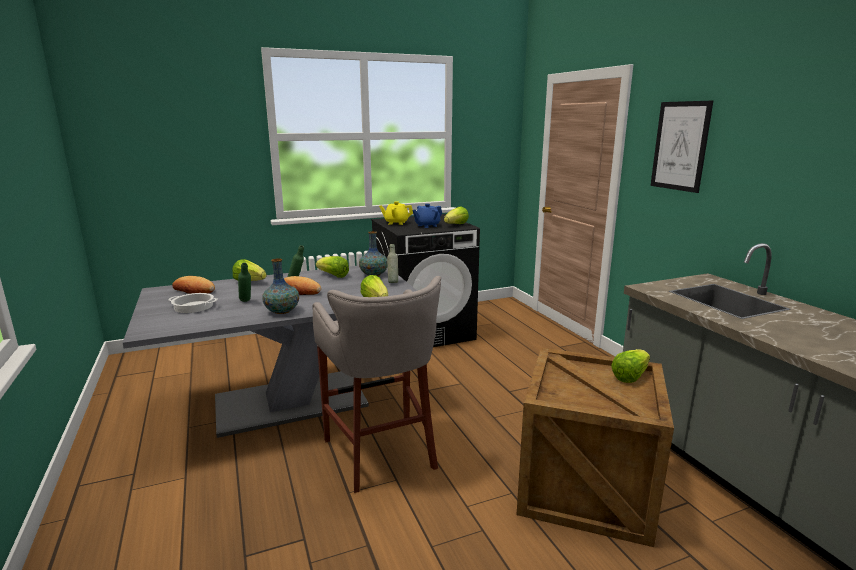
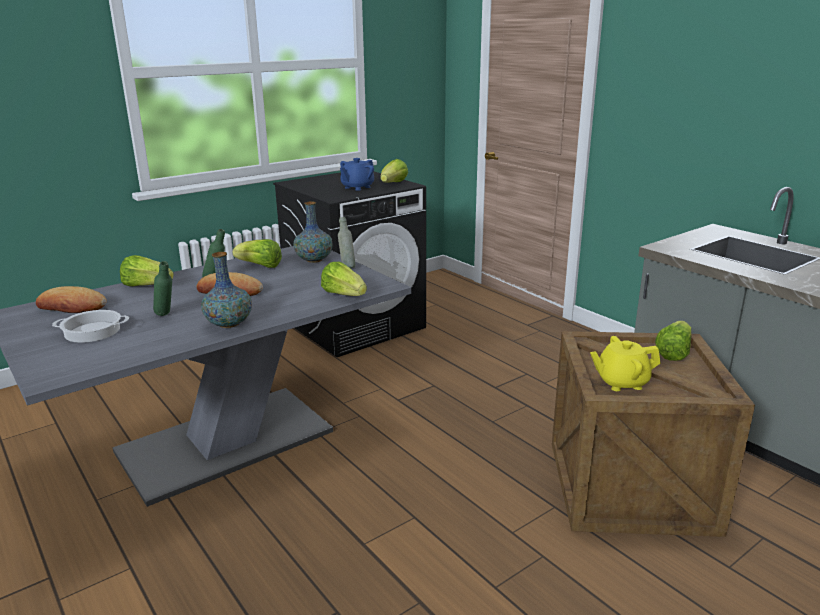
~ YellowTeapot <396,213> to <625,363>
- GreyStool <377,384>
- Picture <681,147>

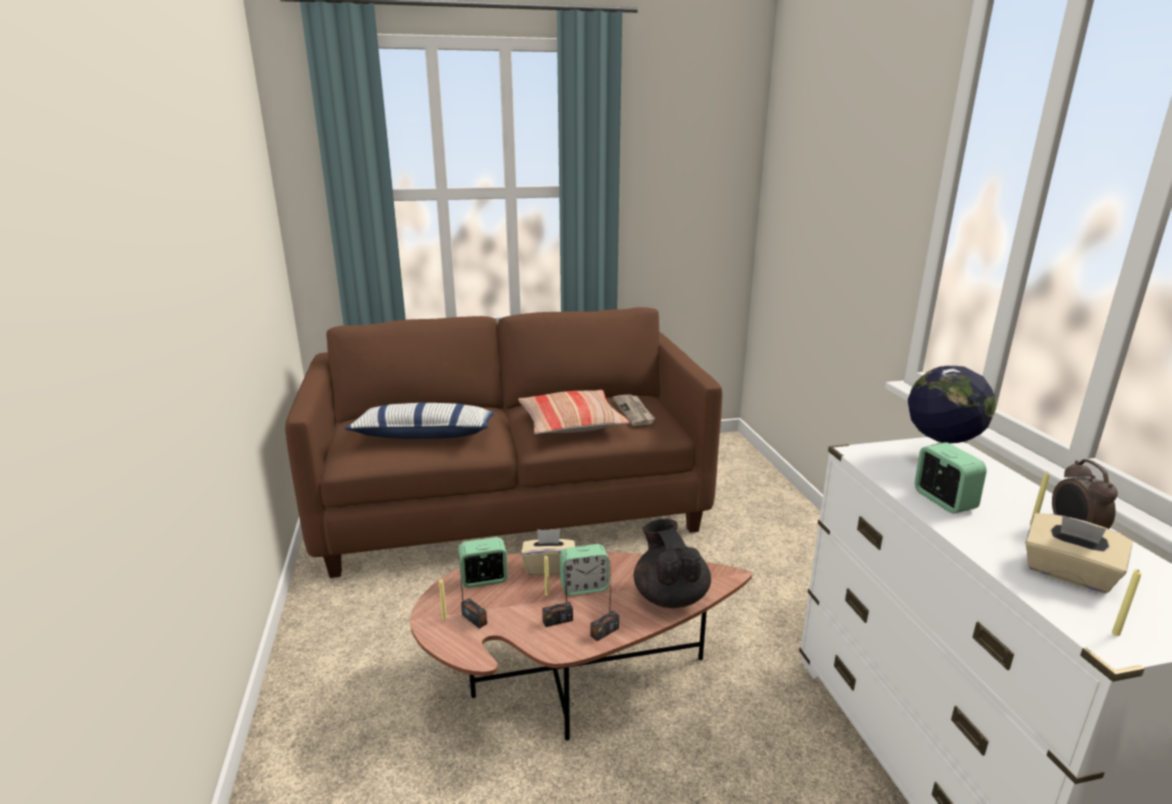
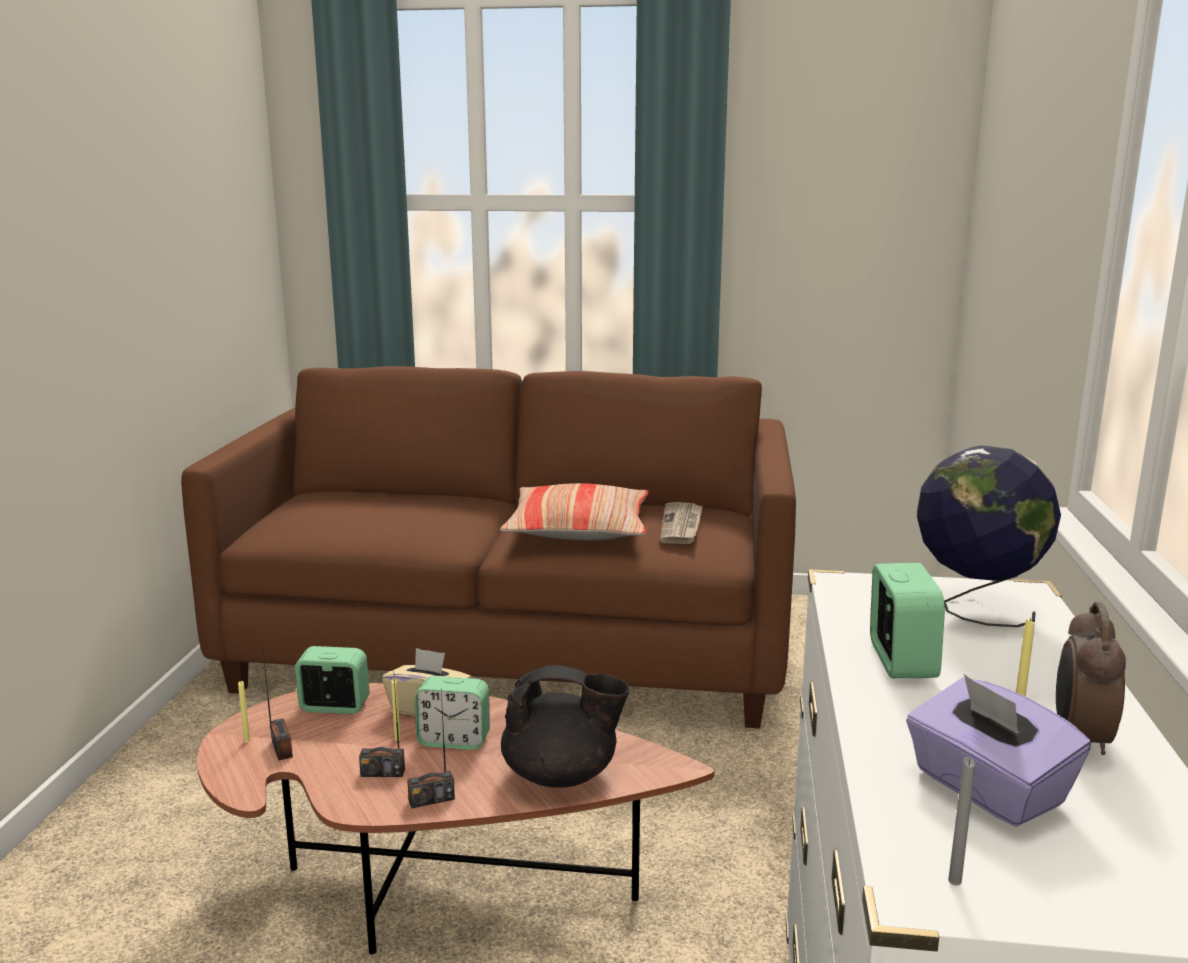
~ BlackTeapot <672,563> = <565,726> 90 degrees clockwise
~ BeigeTissueBox <1079,553> to PurpleTissueBox <998,750>
~ YellowCandle <1126,602> to GreyCandle <961,821>
- Pillow <419,421>

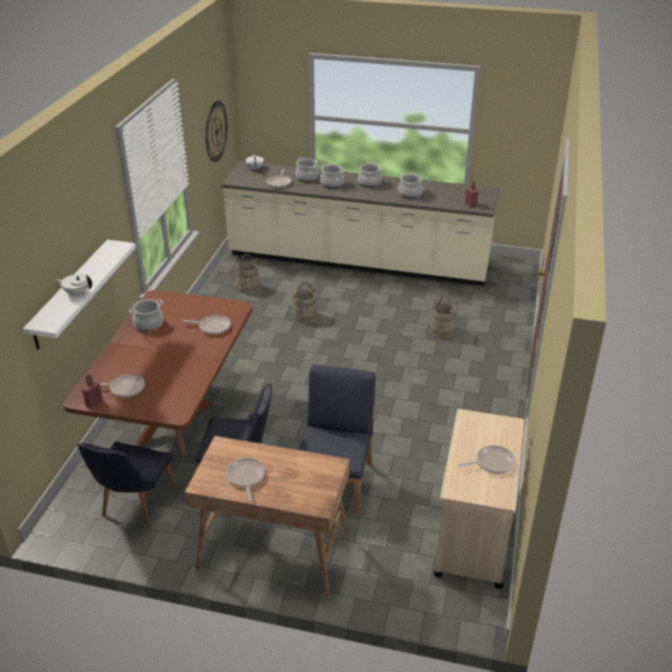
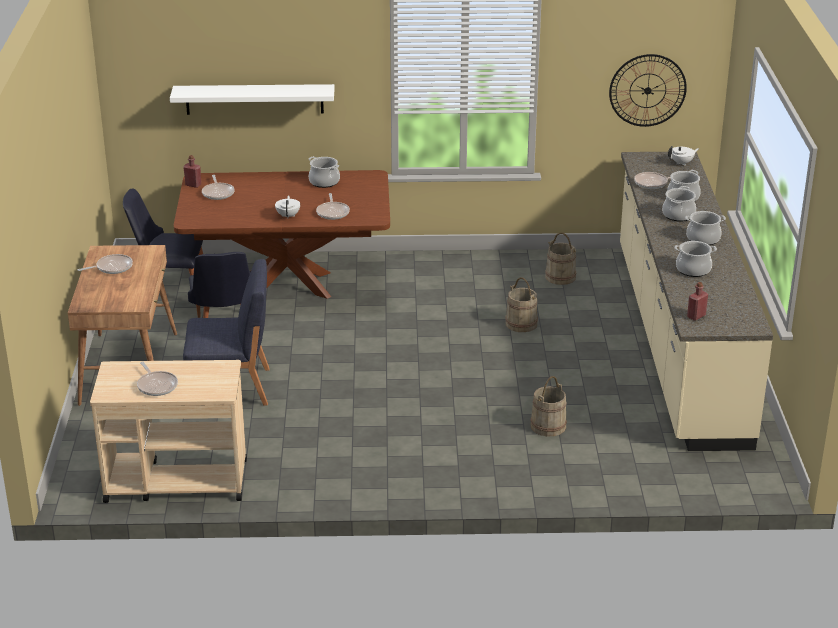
~ WhiteTeapot <74,285> to <287,206>

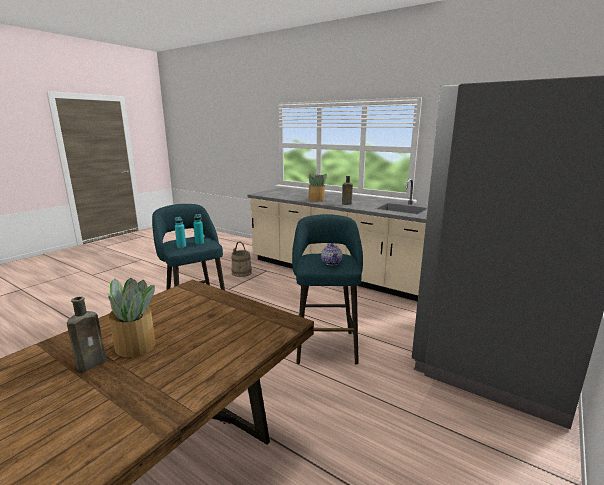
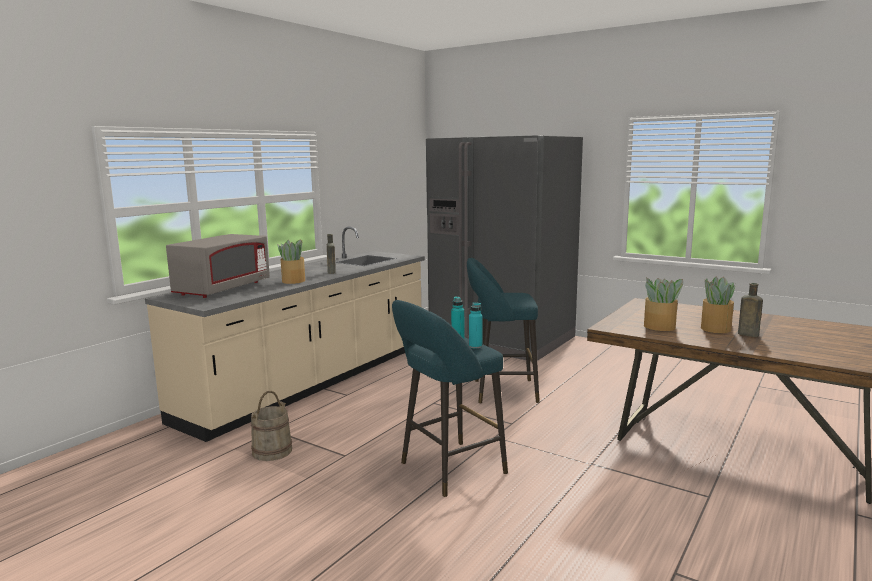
+ GreyMicrowave <218,266>
+ PottedPlant <664,304>
- Teapot <332,254>

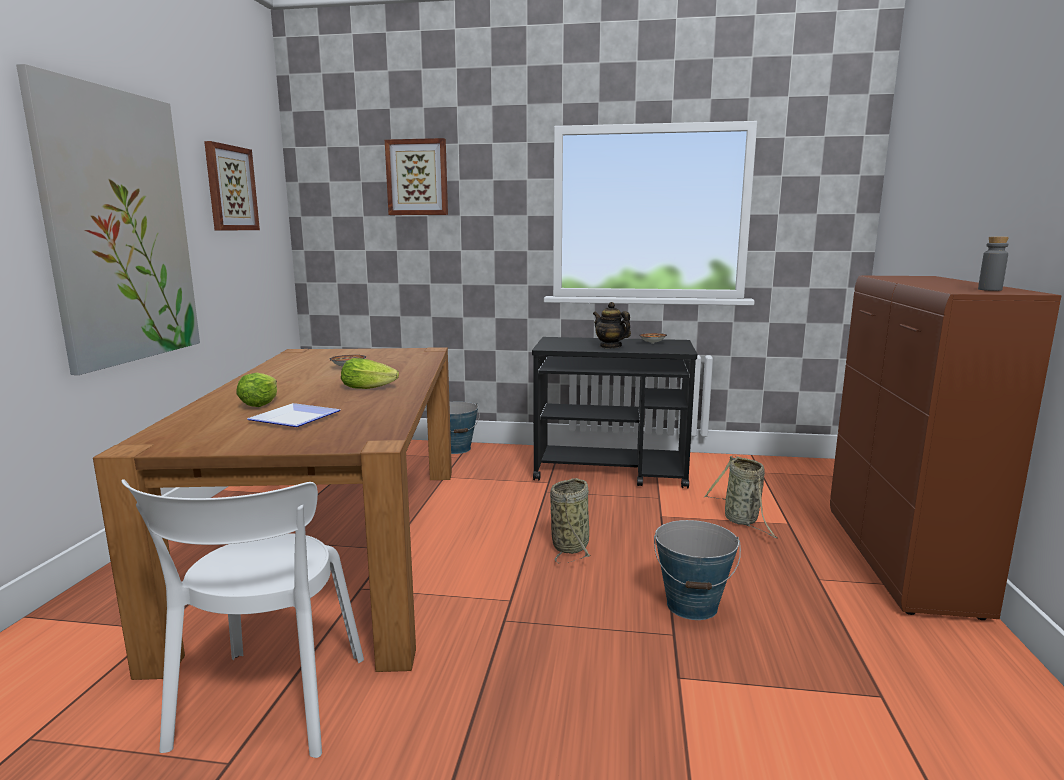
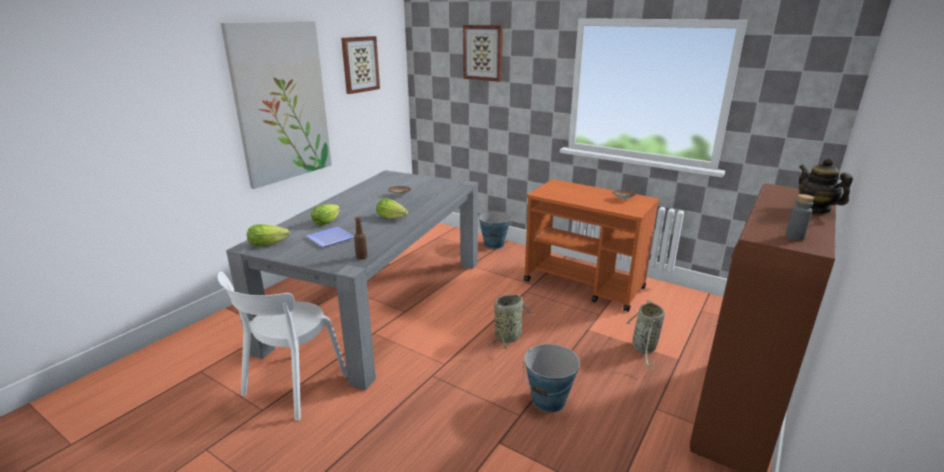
~ BrownDiningTable <272,513> to GreyDiningTable <352,280>
+ Lettuce <268,235>
+ BrownBottle <361,238>
~ BlackCart <614,413> to OrangeCart <591,245>
~ Teapot <612,325> to <826,186>

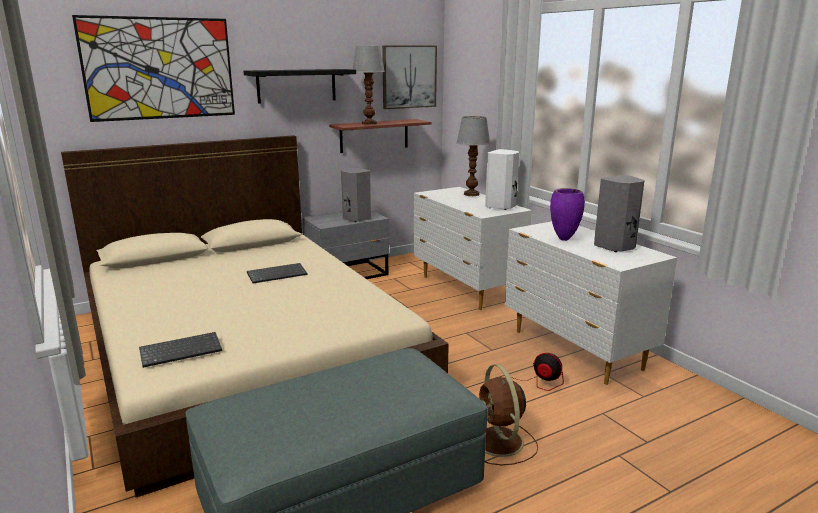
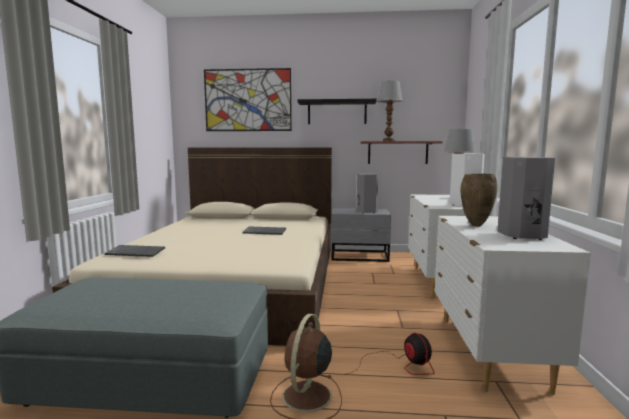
~ PurpleVase <567,214> to BrownVase <479,200>
- Picture <409,77>

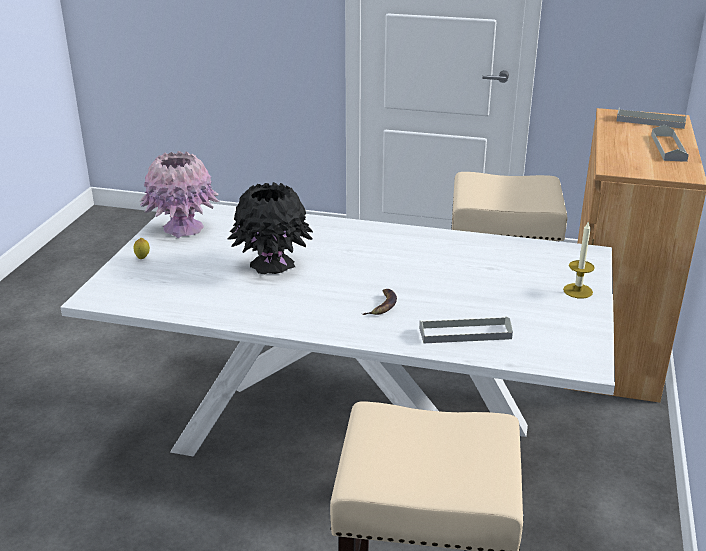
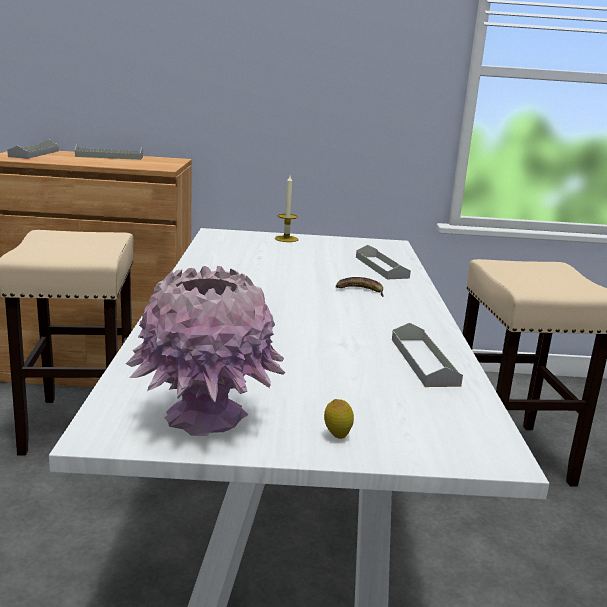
+ GreyTray <427,355>
- BlackVase <270,228>

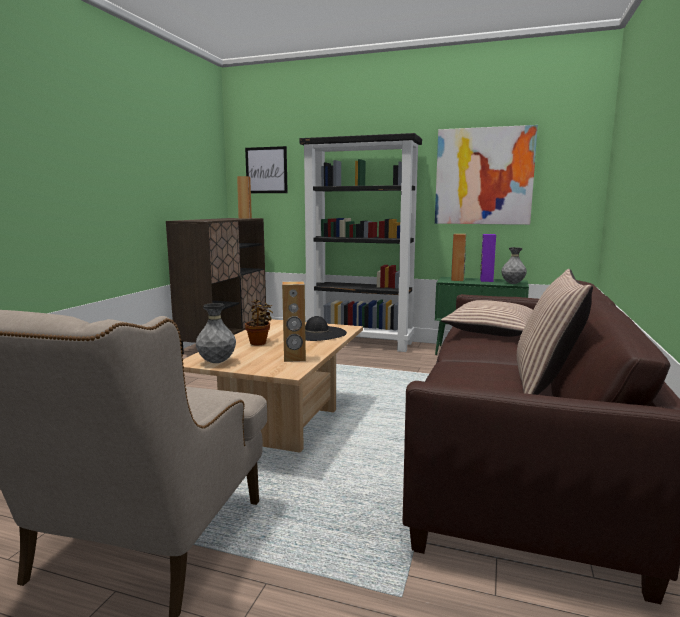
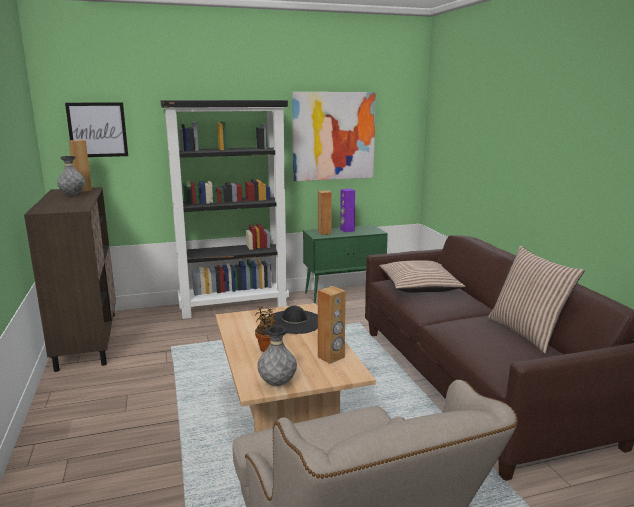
~ GreyVase <514,265> to <71,176>

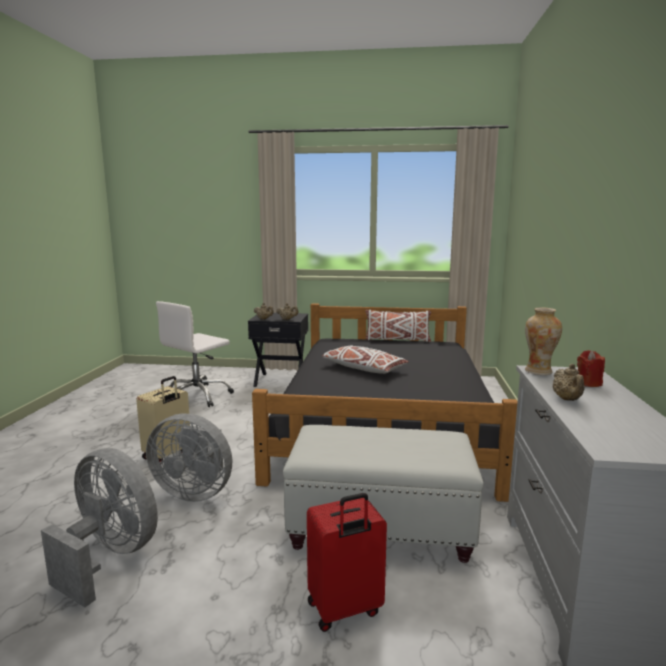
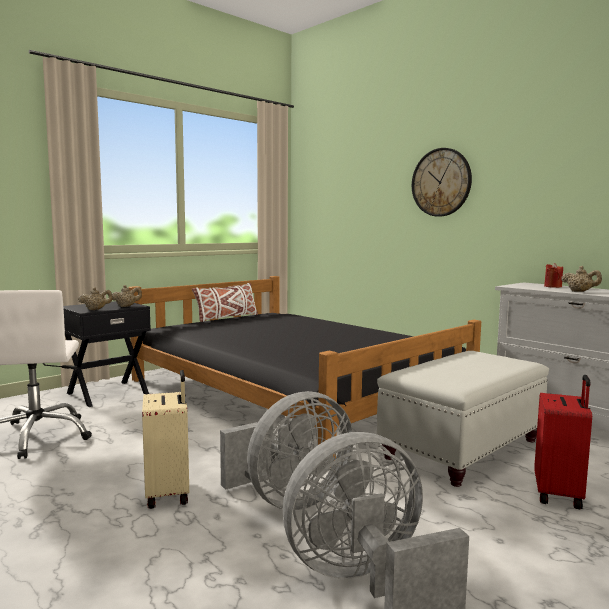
+ WallClock <442,182>
- WhitePillow <365,360>
- Vase <543,341>

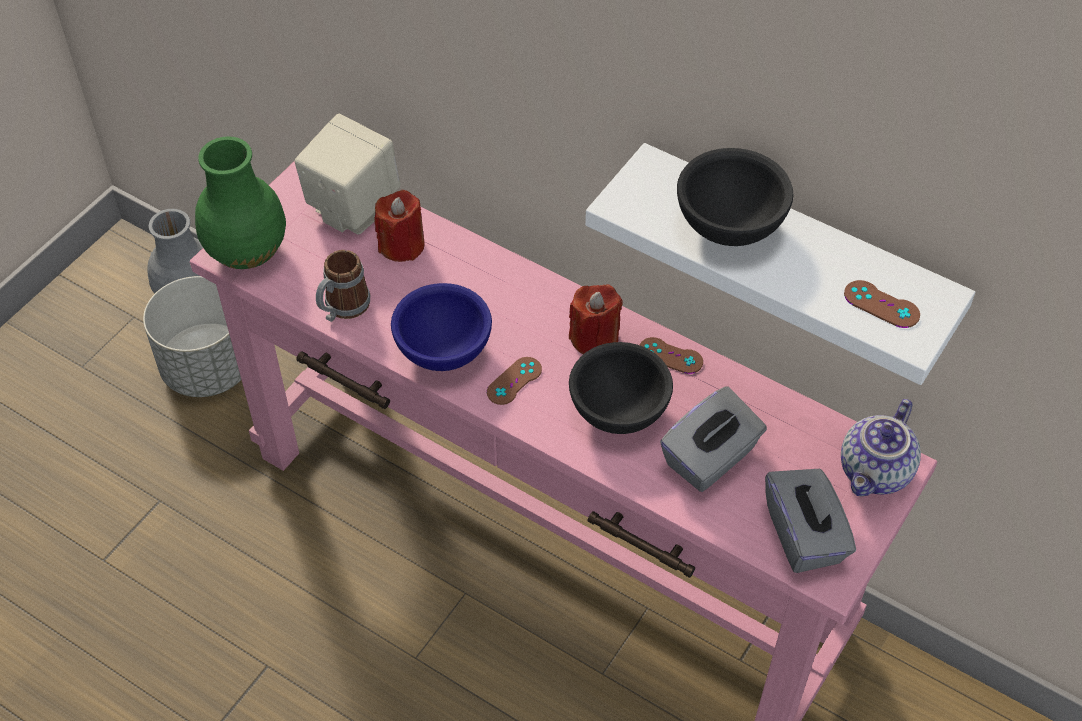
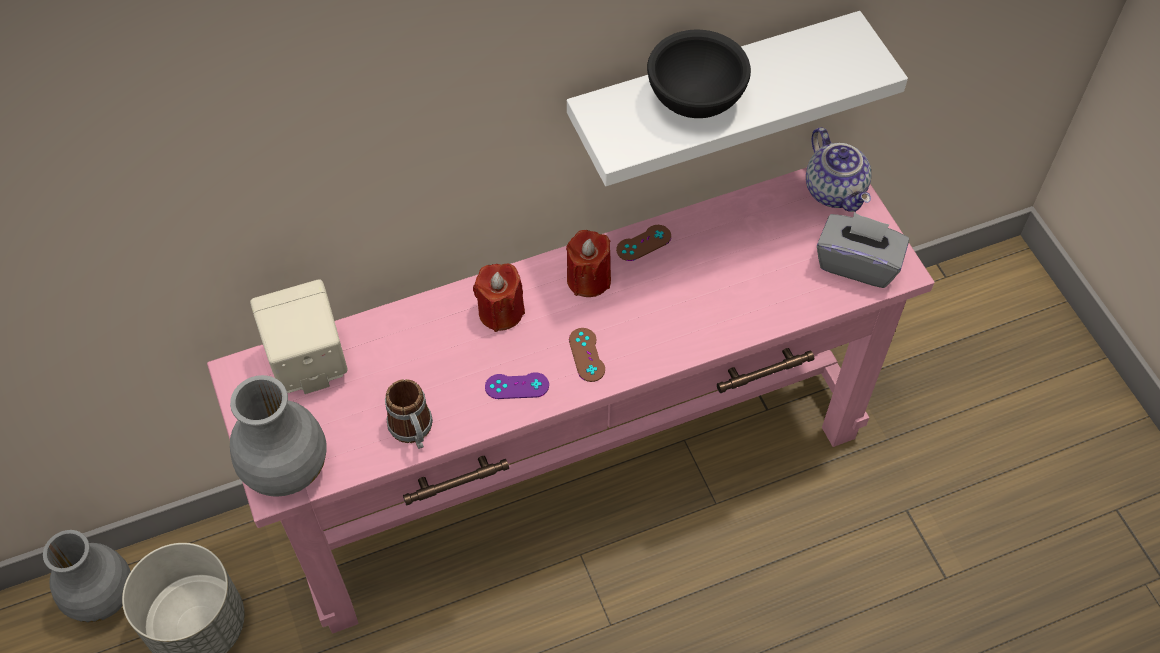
~ GreenVase <240,202> to GreyVase <278,436>
~ RedCandle <399,226> to <499,297>
~ BlueBowl <441,327> to PurpleGameController <517,385>
- BlackBowl <621,388>
- GreyTissueBox <713,439>
- BrownGameController <882,304>

